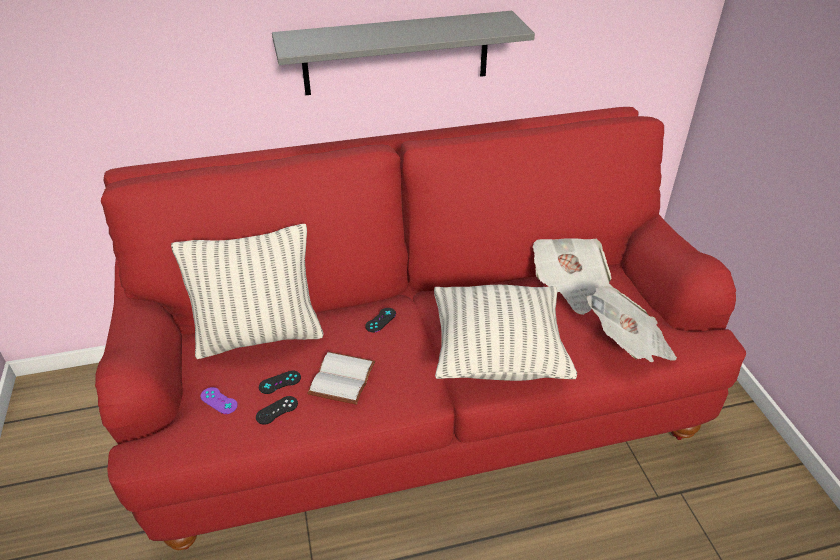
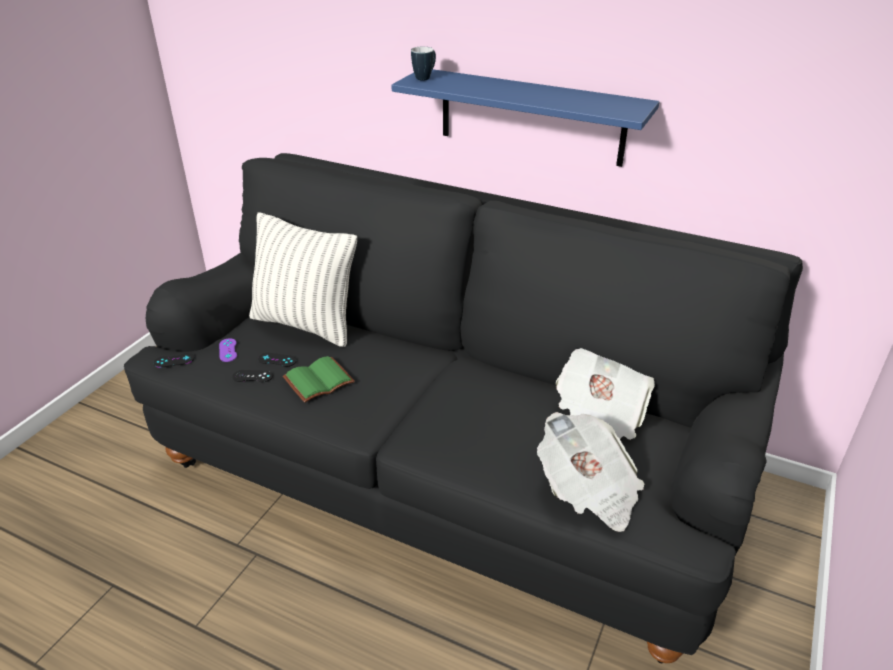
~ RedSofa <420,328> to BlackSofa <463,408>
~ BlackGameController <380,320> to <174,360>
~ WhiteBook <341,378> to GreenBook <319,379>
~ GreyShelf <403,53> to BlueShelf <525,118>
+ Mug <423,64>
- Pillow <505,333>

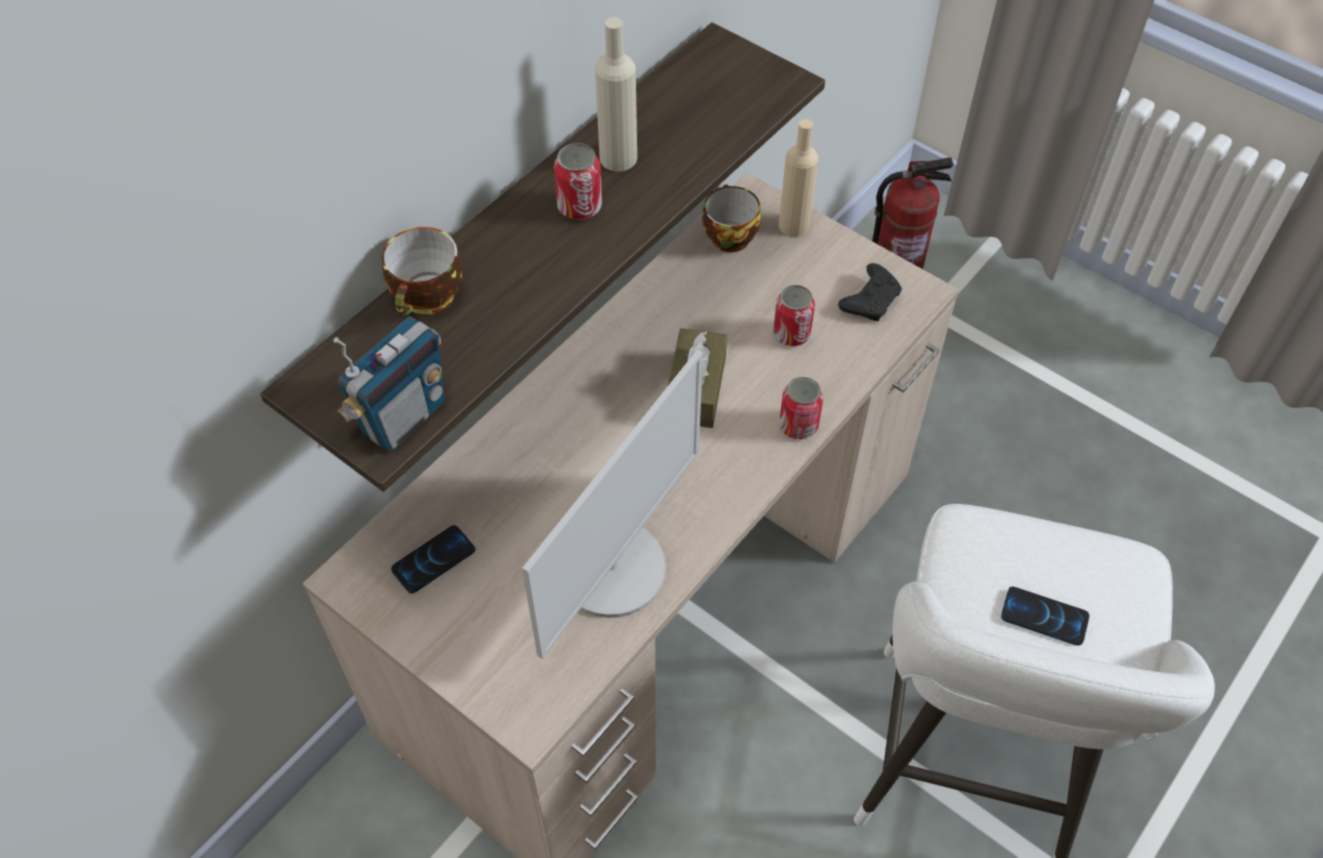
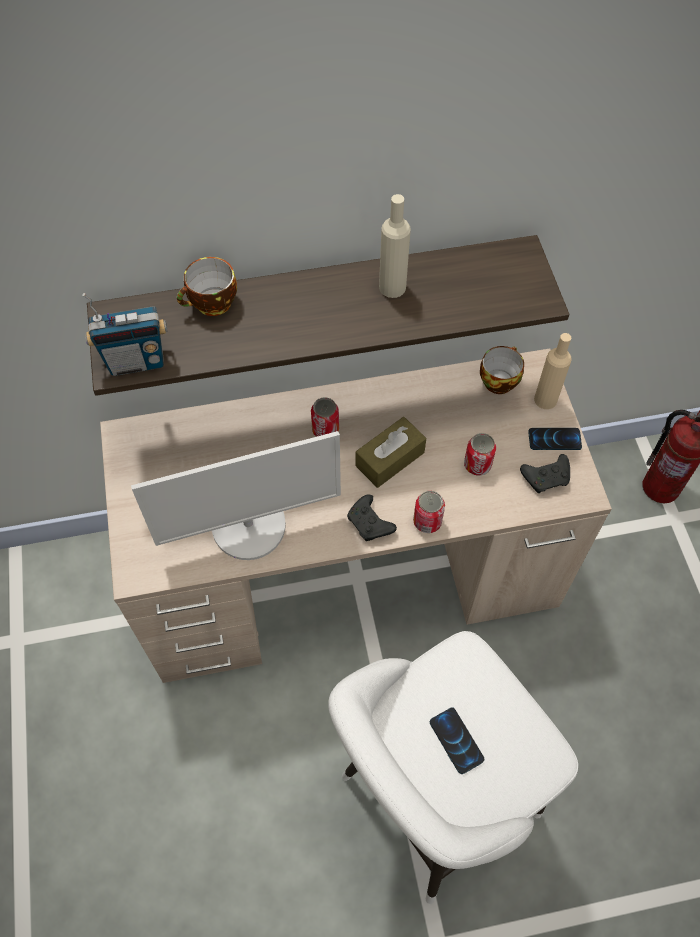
~ Can <578,181> to <325,417>
+ BlackGameController <372,517>
~ Phone <433,559> to <555,439>

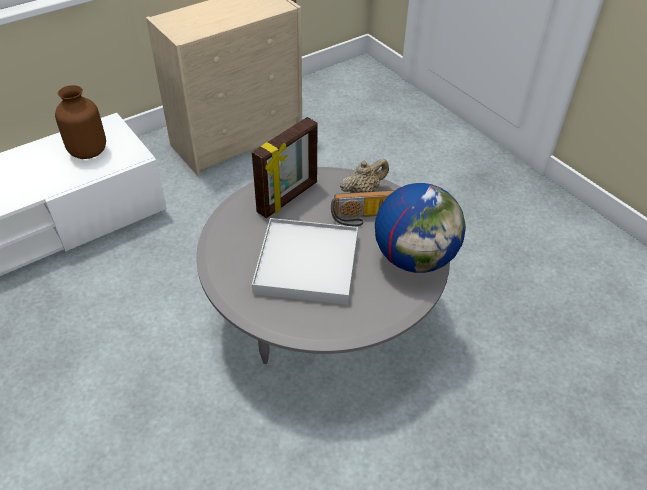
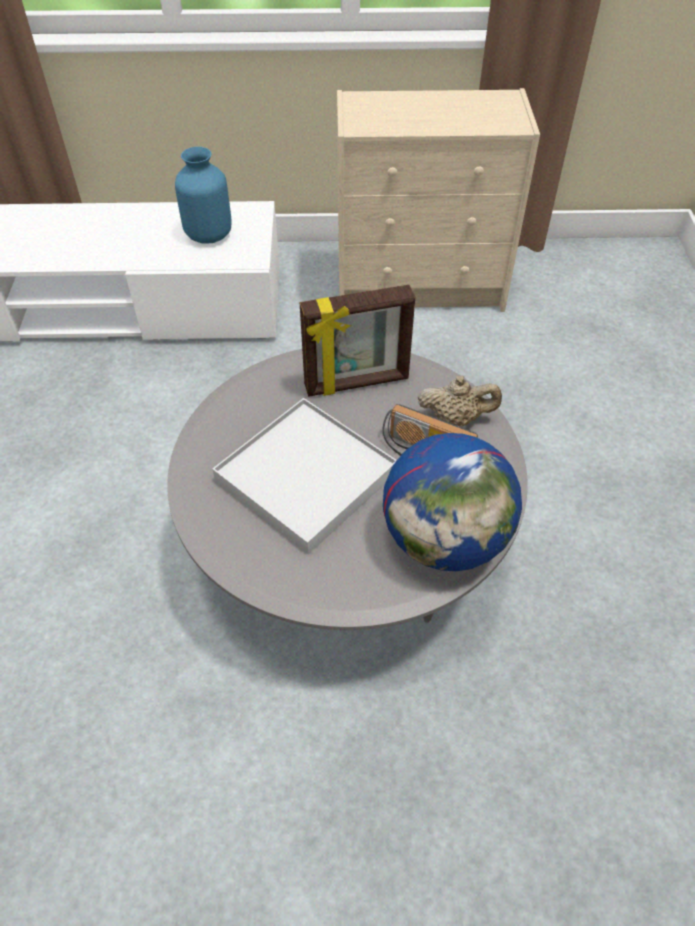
~ BrownVase <80,122> to BlueVase <203,195>

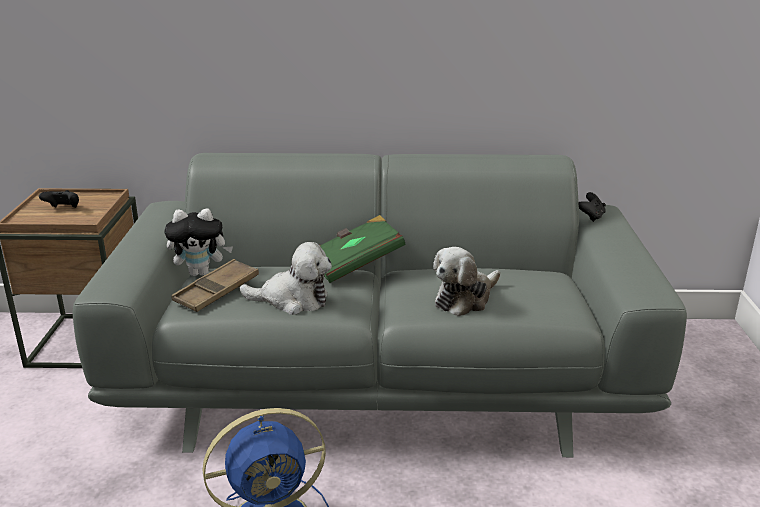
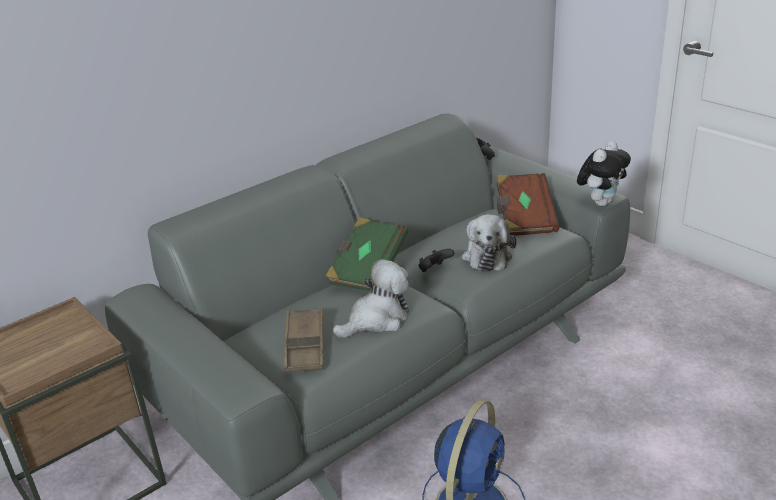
~ BlackGameController <59,199> to <436,260>
+ BrownBook <528,204>
~ PlushToy <199,242> to <604,173>

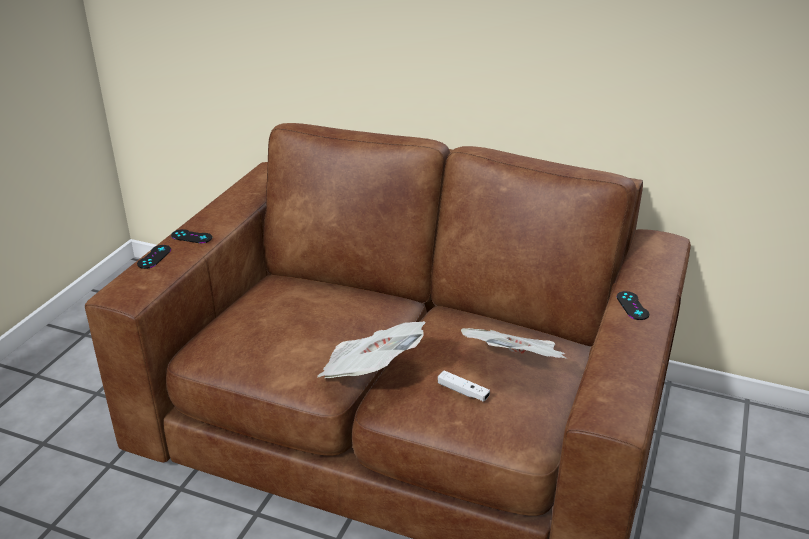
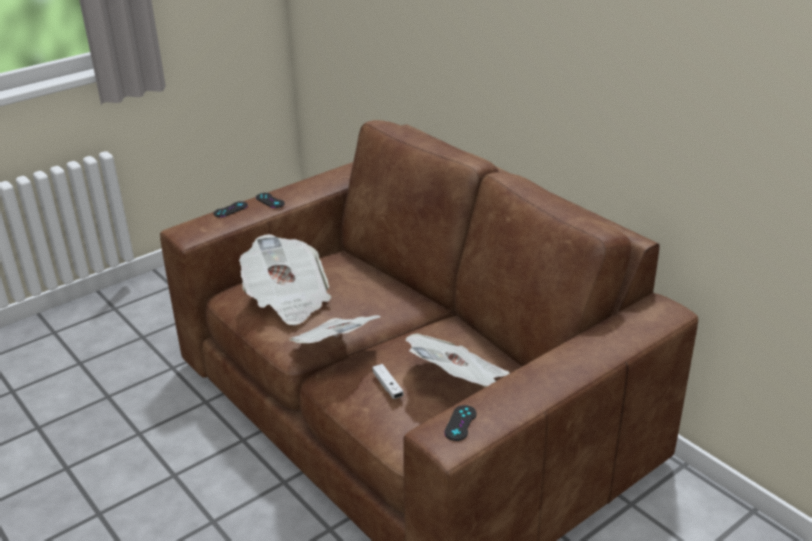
+ Newspaper <285,280>
~ BlackGameController <633,305> to <460,423>

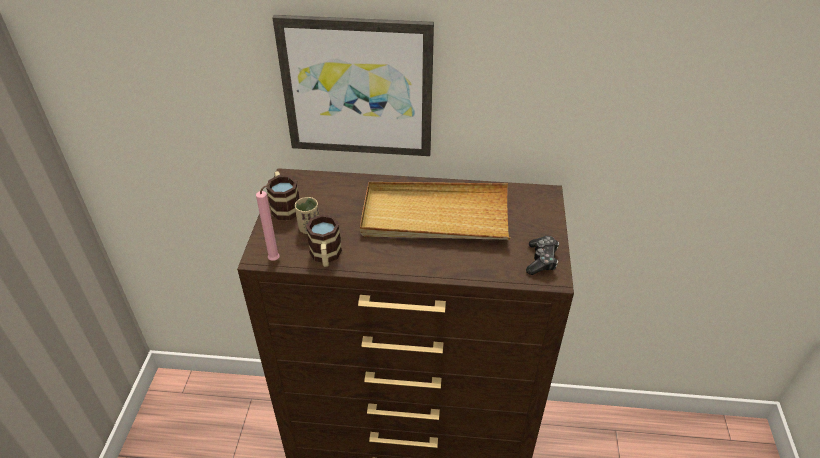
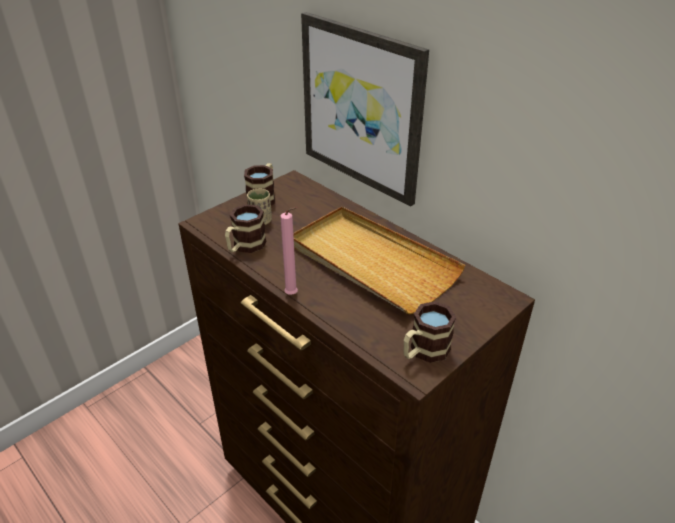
~ PinkCandle <268,222> to <289,251>
~ GameController <542,255> to Mug <429,332>

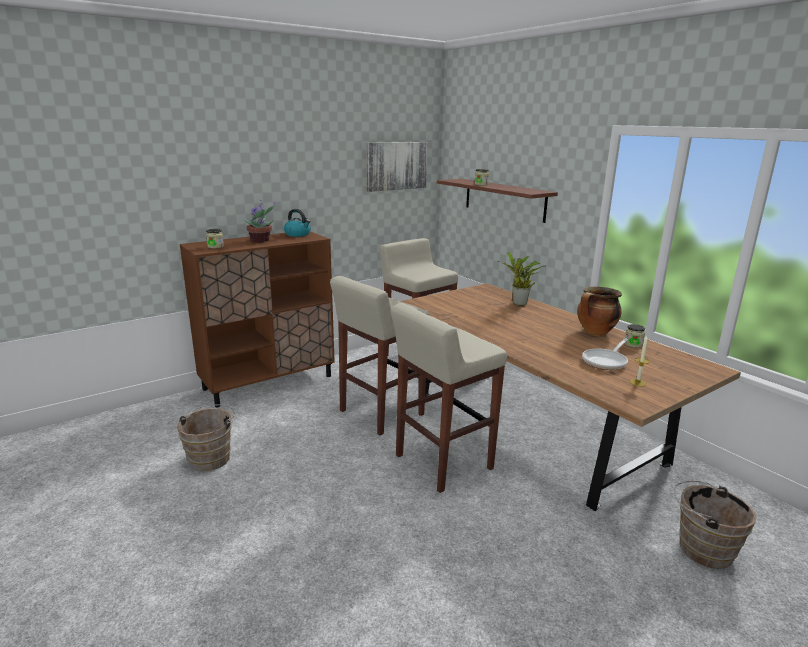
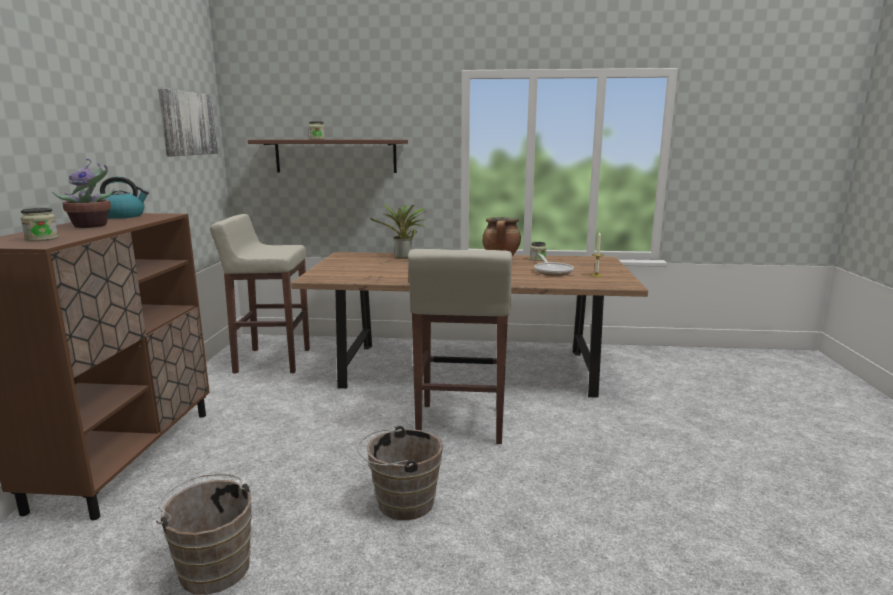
~ BrownBucket <715,525> to <400,473>
- BeigeStool <380,355>

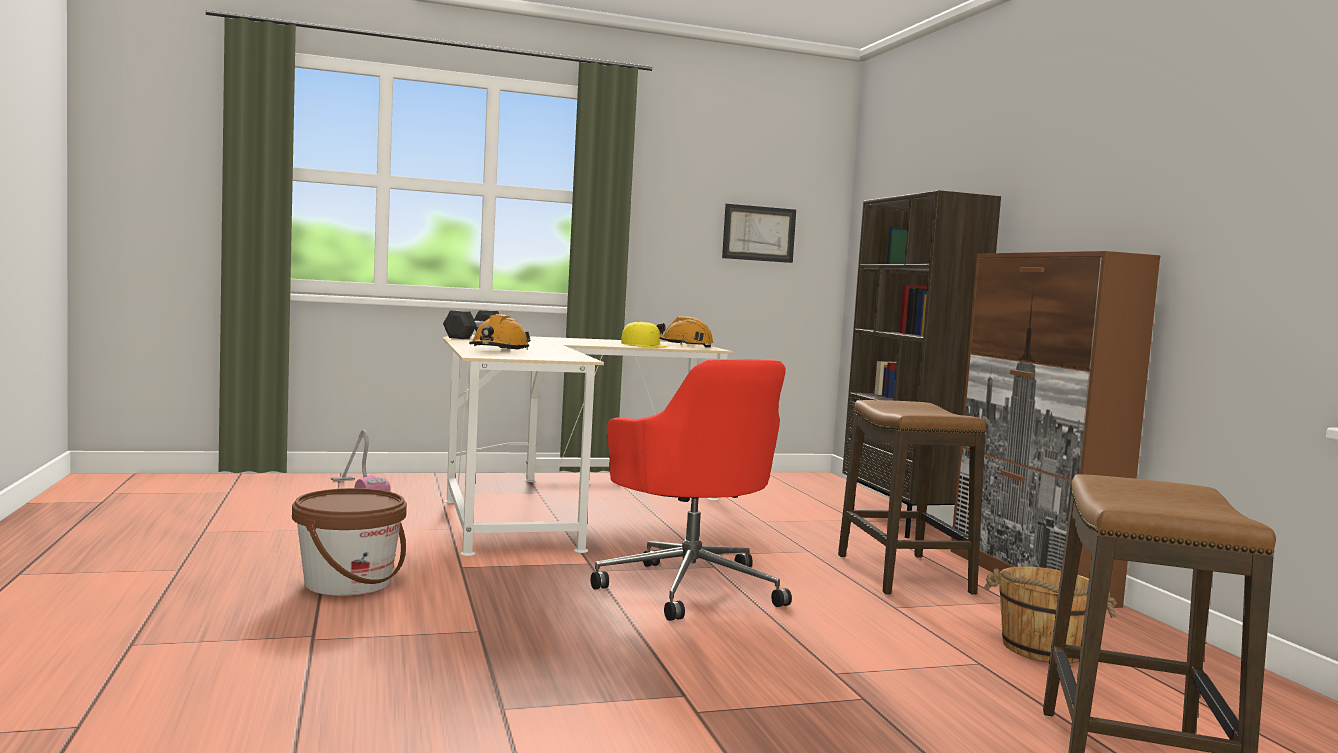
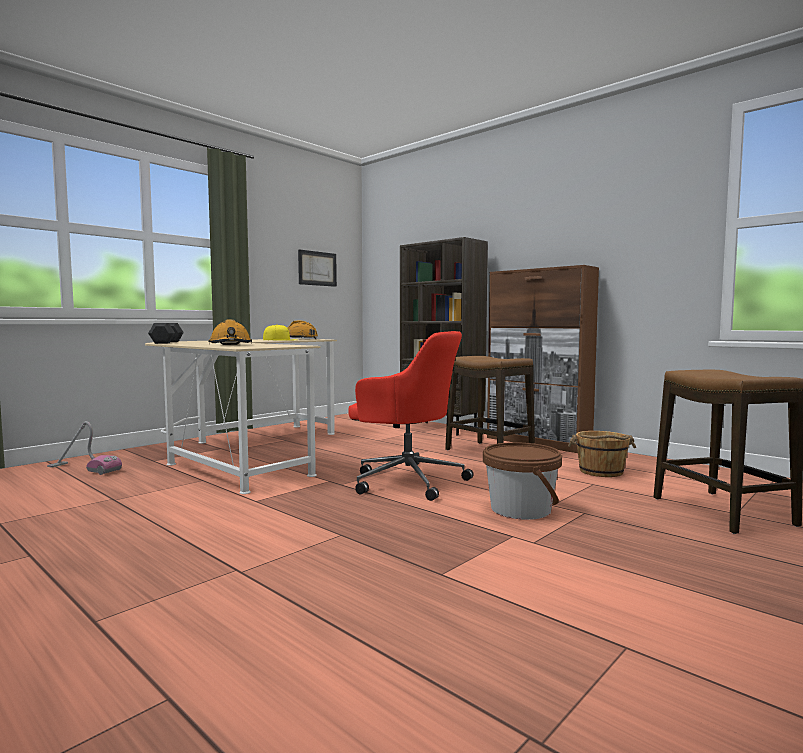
~ BrownBucket <349,542> to <522,481>

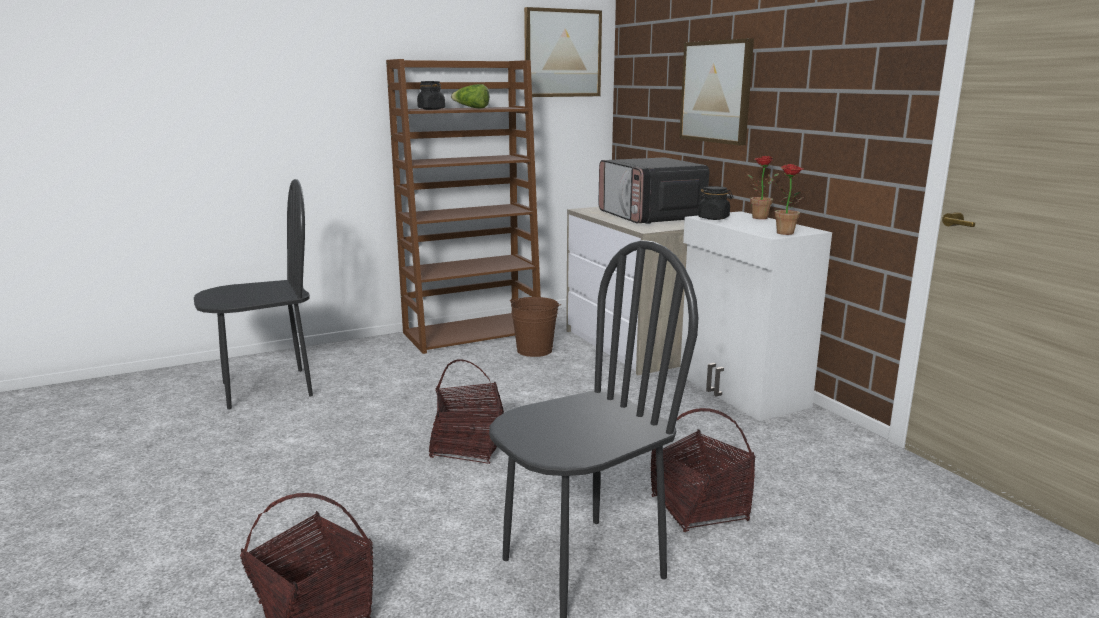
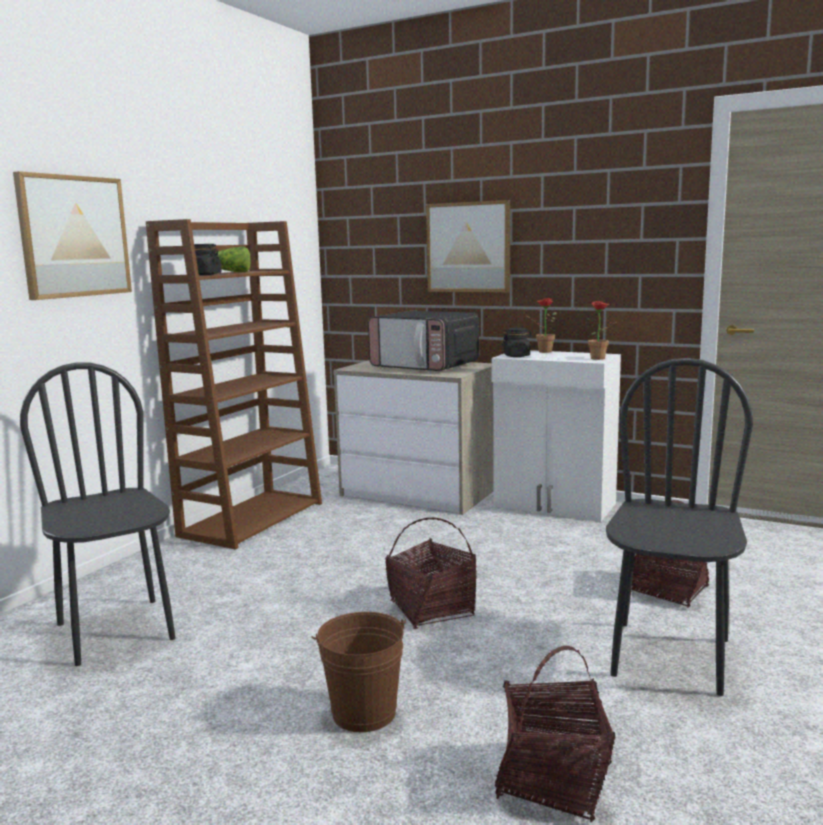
~ Picture <563,52> to <72,235>
~ BlackChair <253,294> = <98,514> 60 degrees counterclockwise
~ BrownBucket <535,327> to <358,672>

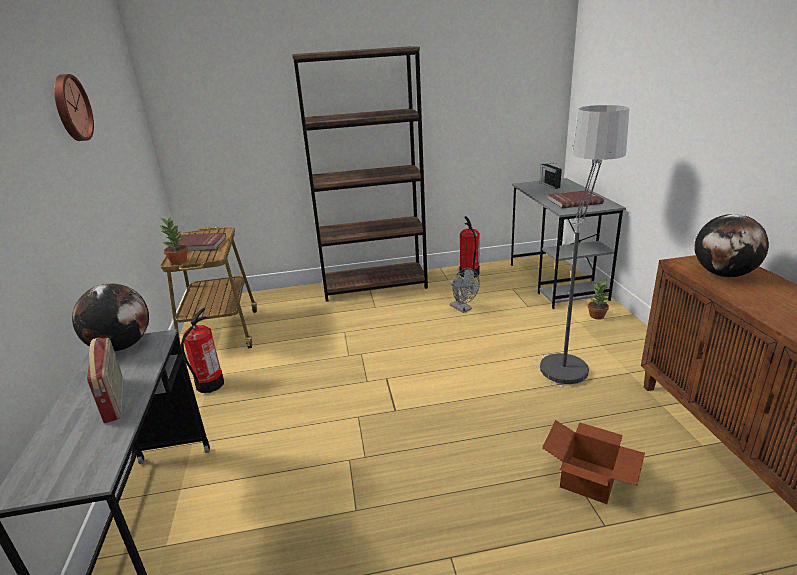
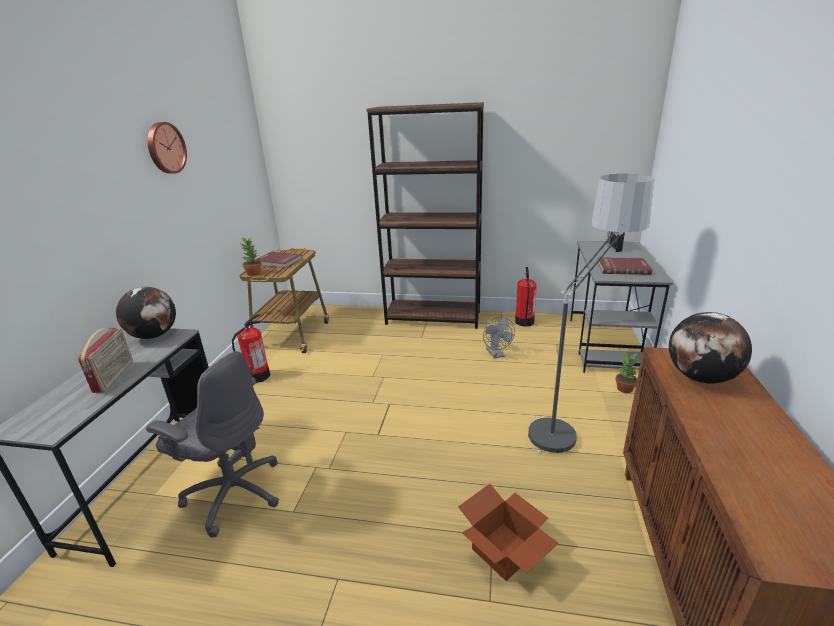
+ GreyOfficeChair <212,444>

